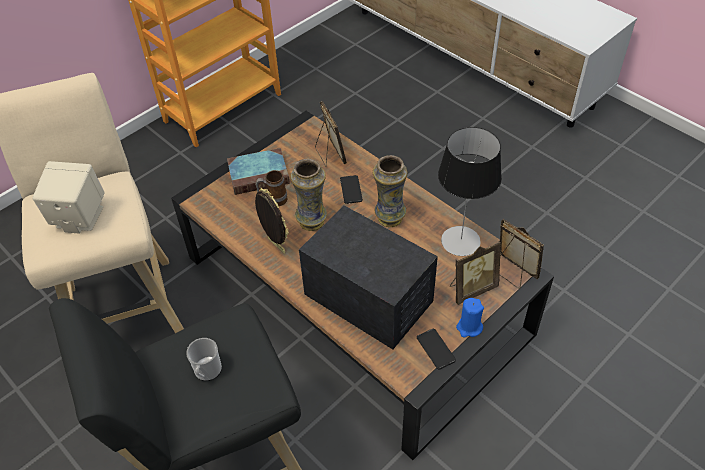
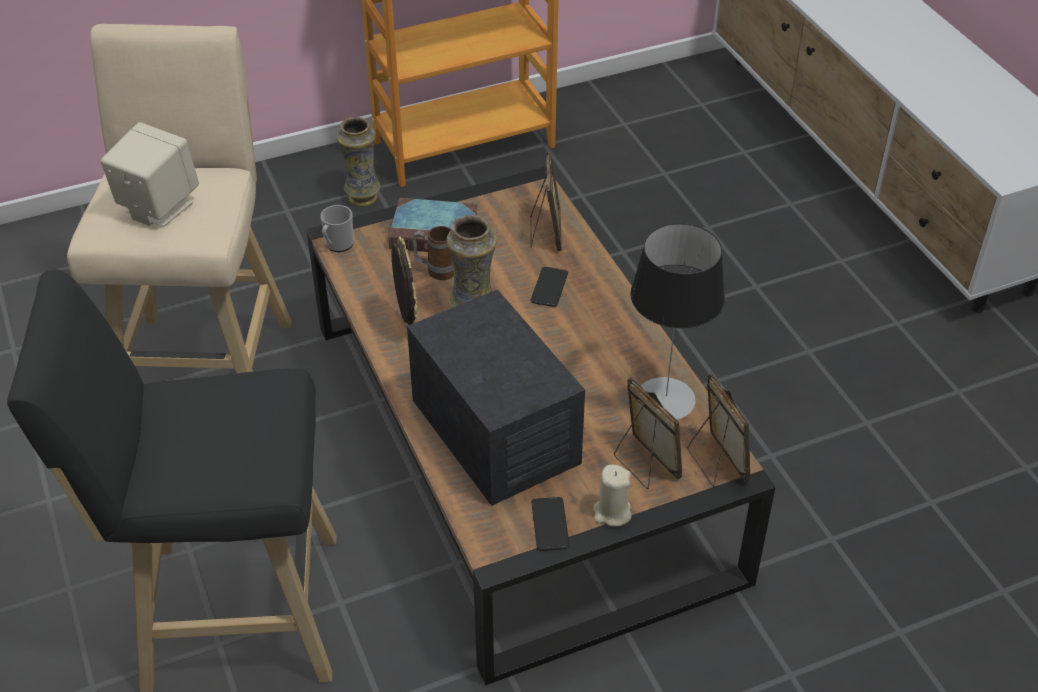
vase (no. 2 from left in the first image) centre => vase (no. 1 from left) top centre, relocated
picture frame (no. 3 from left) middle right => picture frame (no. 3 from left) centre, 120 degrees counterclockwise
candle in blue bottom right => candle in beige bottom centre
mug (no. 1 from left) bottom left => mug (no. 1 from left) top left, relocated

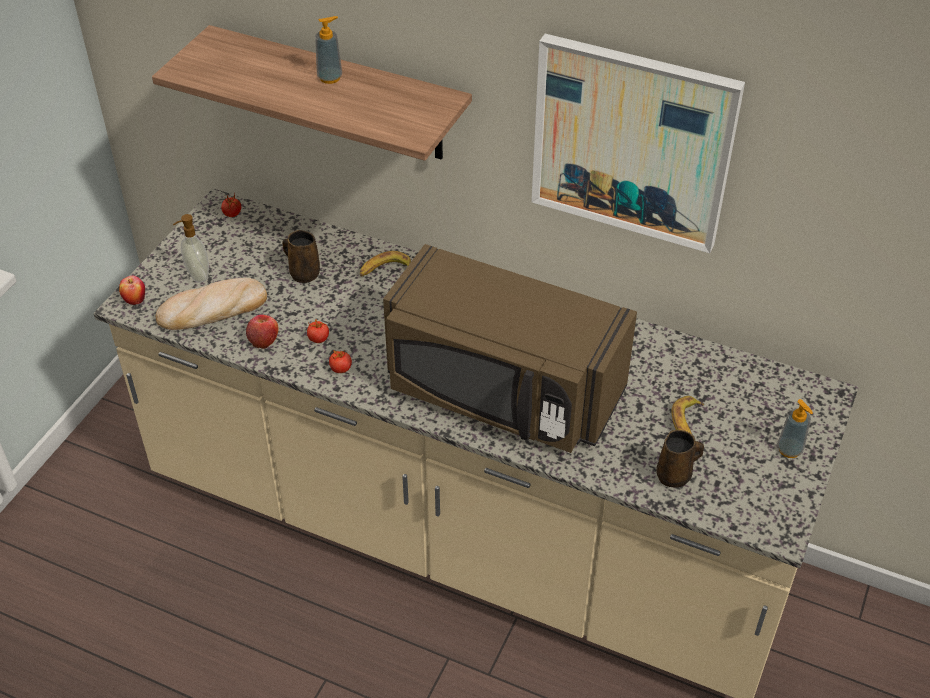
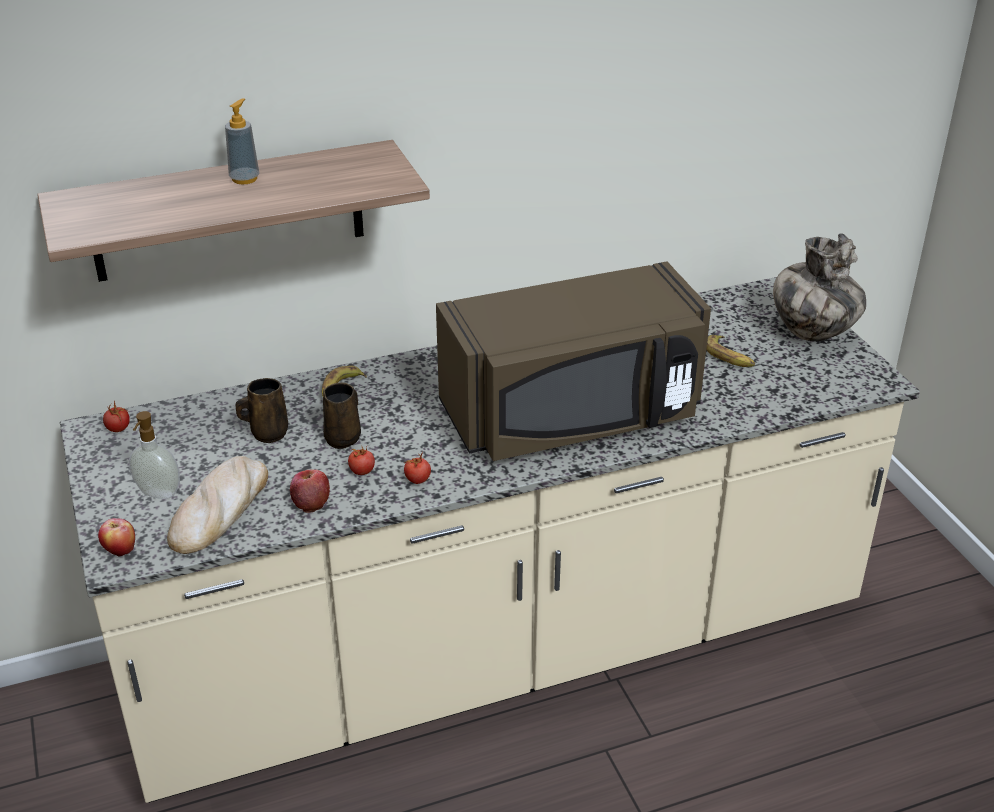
picture top right => nothing
soap dispenser (no. 3 from left) middle right => vase middle right
mug in brown (no. 2 from left) middle right => mug in brown (no. 2 from left) centre, relocated

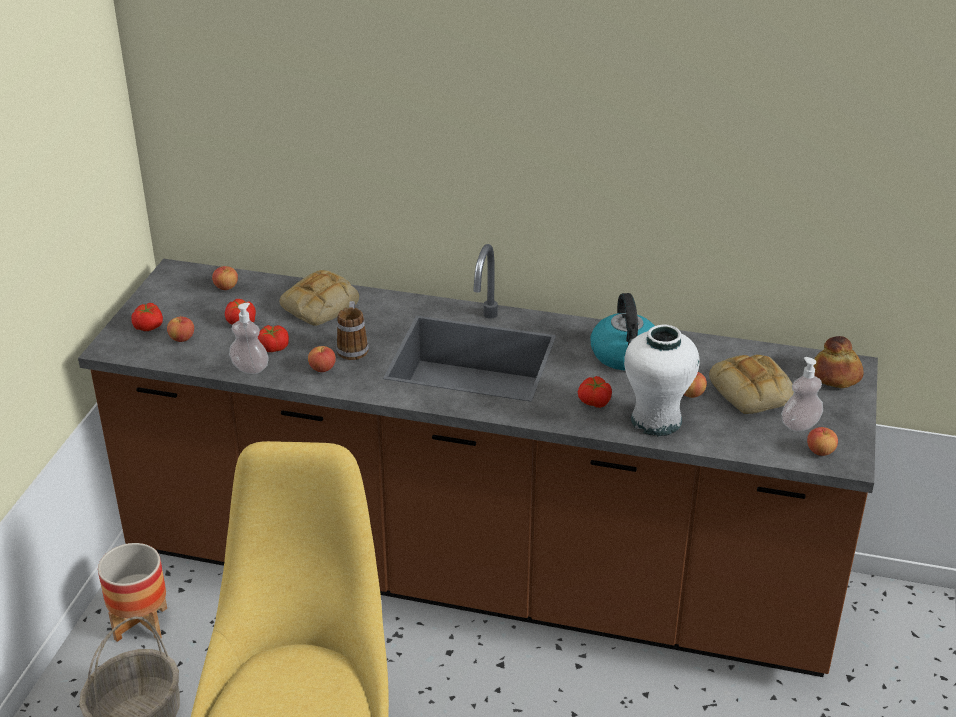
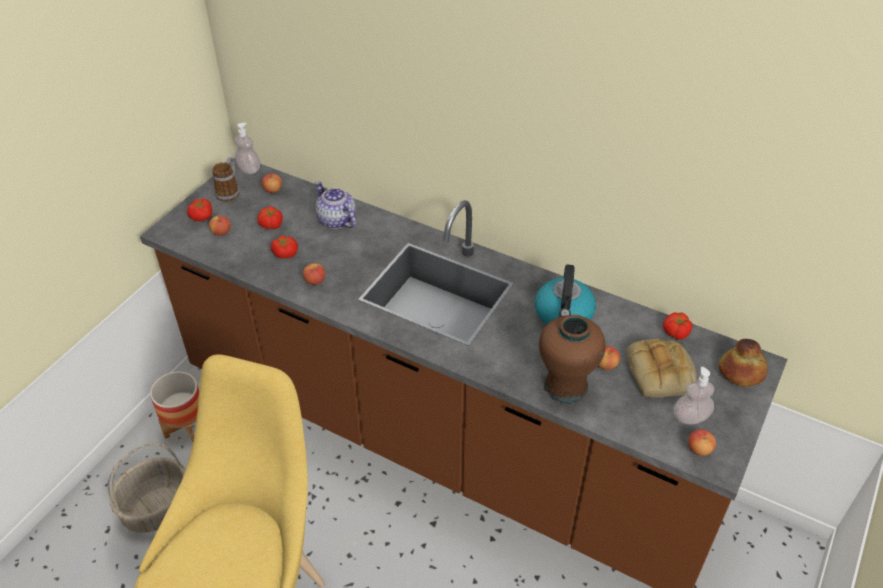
bread (no. 1 from left) centre => teapot centre
mug centre => mug top left, relocated
soap dispenser (no. 1 from left) middle left => soap dispenser (no. 1 from left) top left, relocated
vase in white middle right => vase in brown centre
tomato (no. 4 from left) centre => tomato (no. 4 from left) middle right, relocated

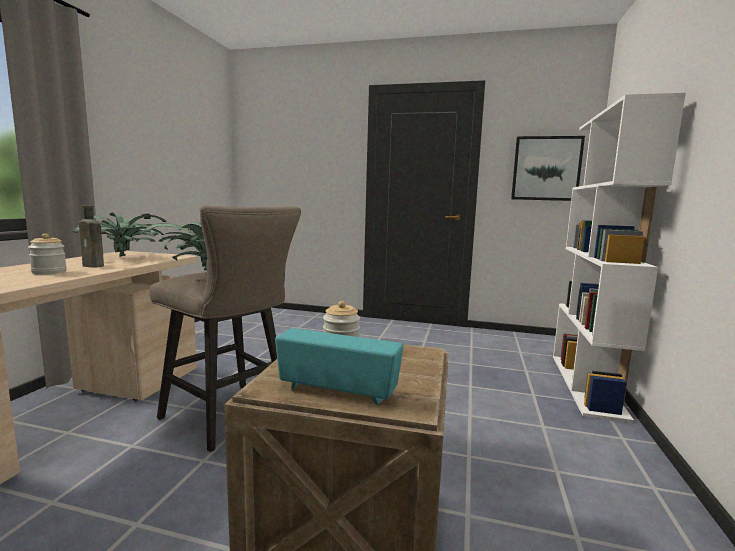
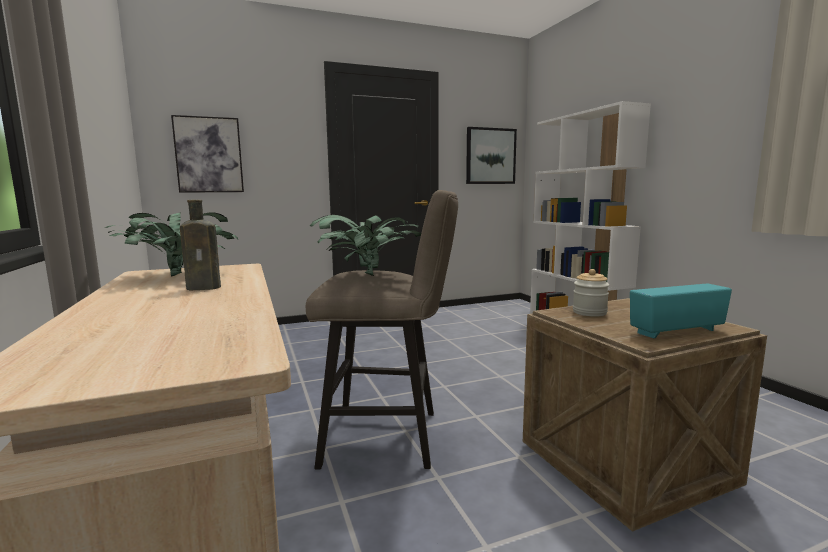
jar (no. 1 from left) middle left => nothing
nothing => picture (no. 1 from left) top left

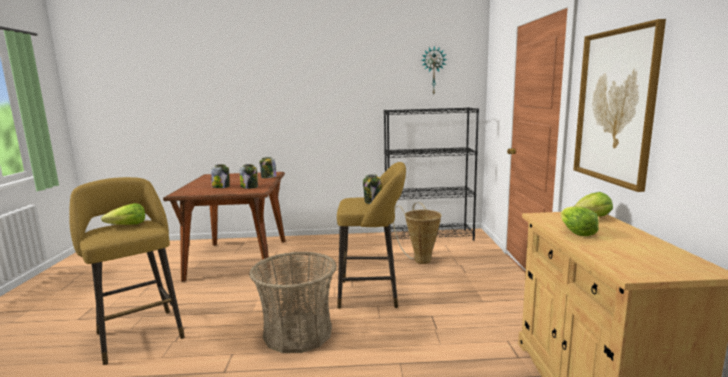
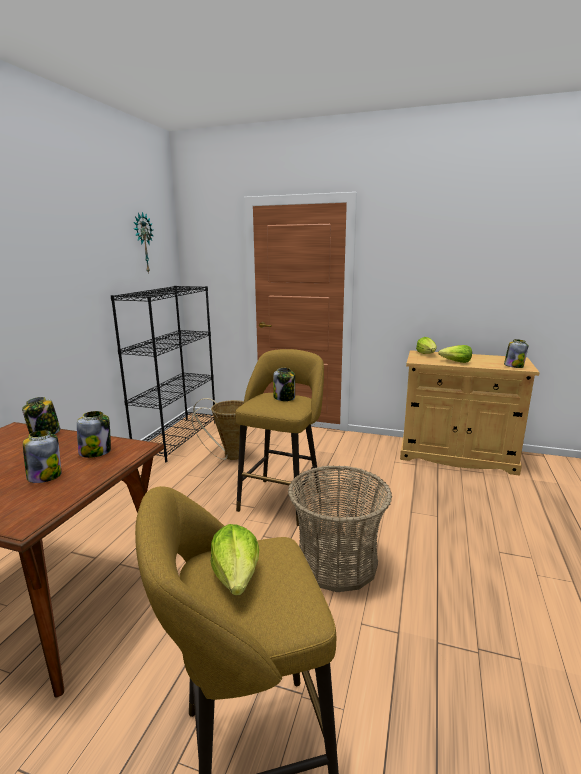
picture top right => nothing
nothing => jar (no. 5 from left) middle right

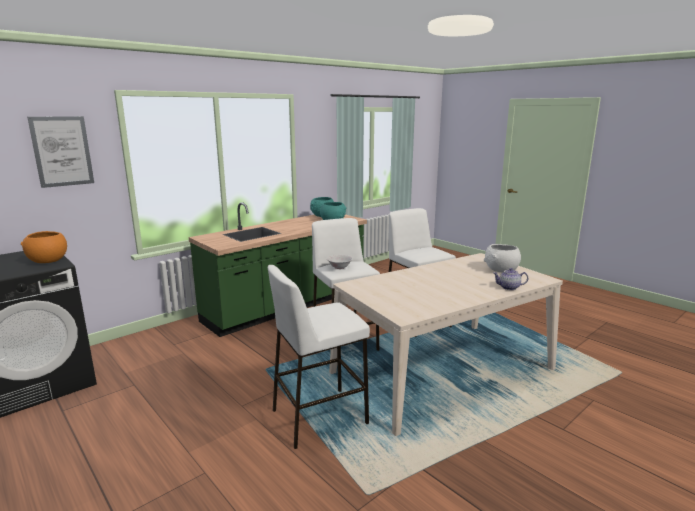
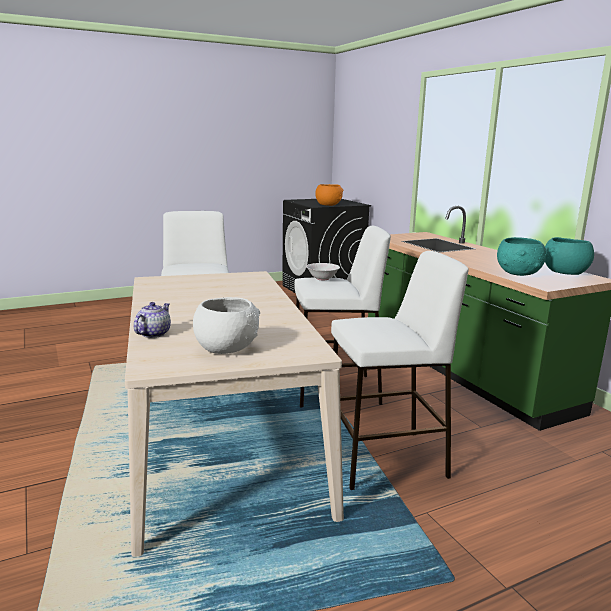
picture top left => nothing

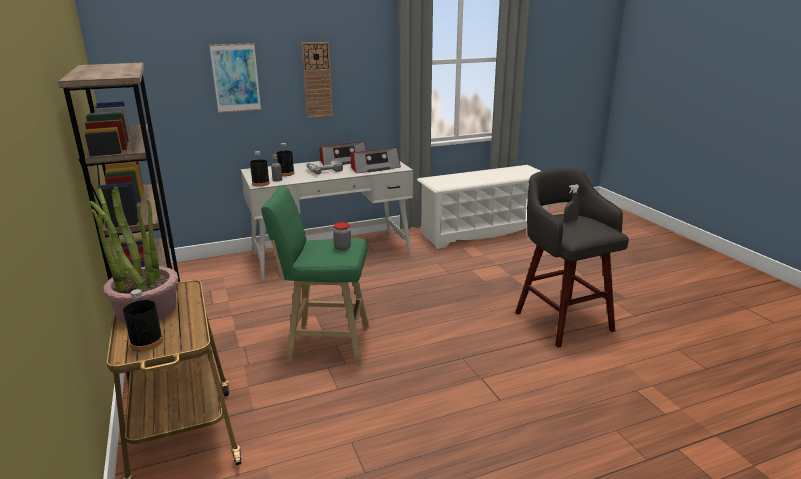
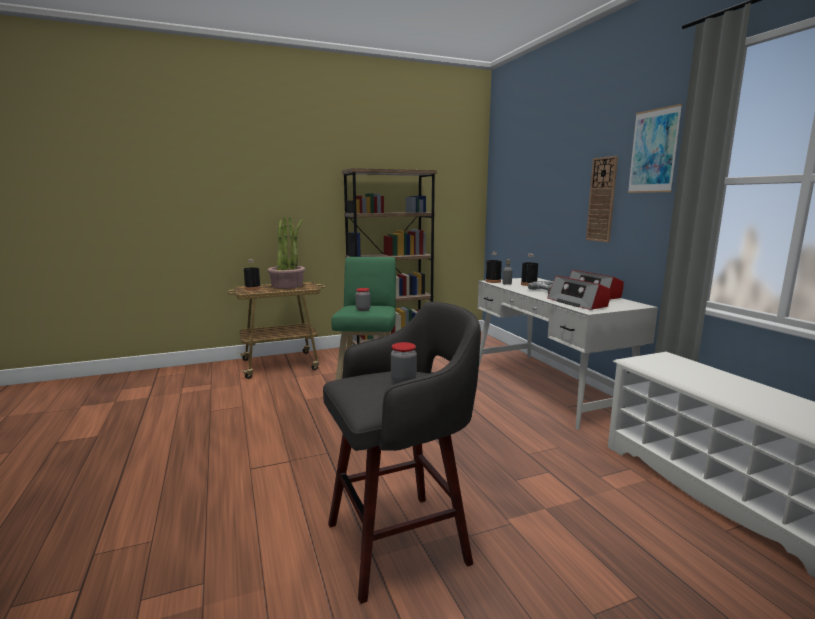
picture top left => picture top right, relocated
spray bottle in grey middle right => jar (no. 2 from left) centre

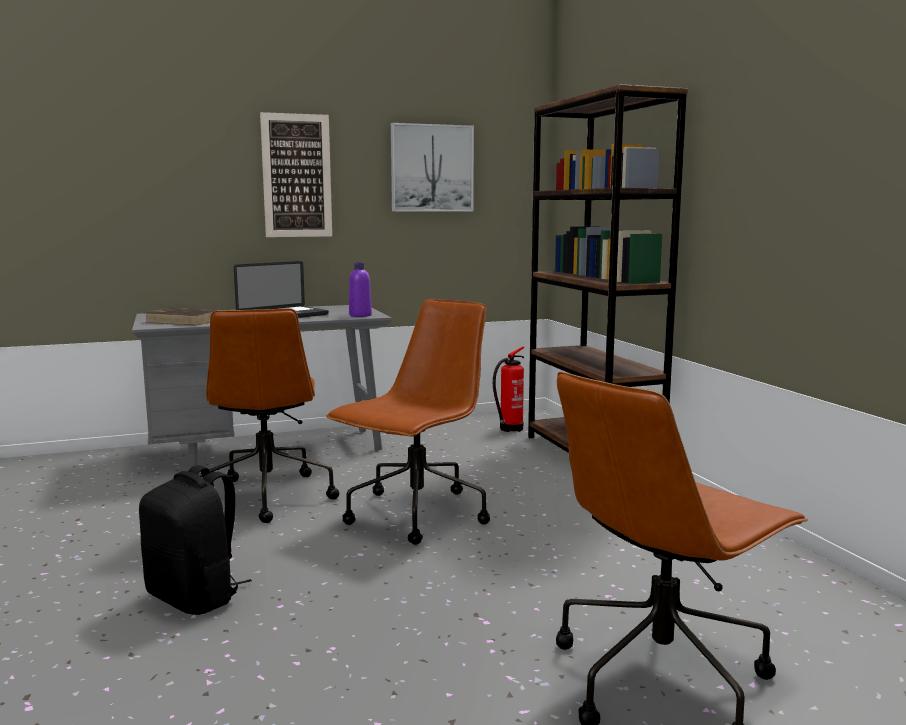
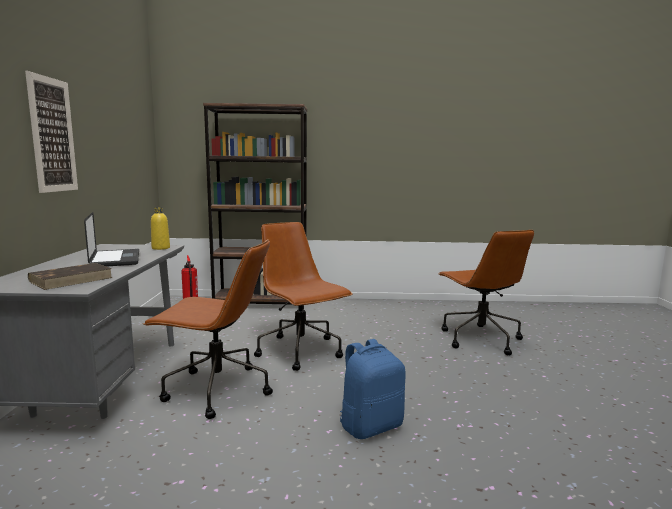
picture (no. 2 from left) top centre => nothing
bottle in purple centre => bottle in yellow middle left
backpack in black bottom left => backpack in blue bottom centre

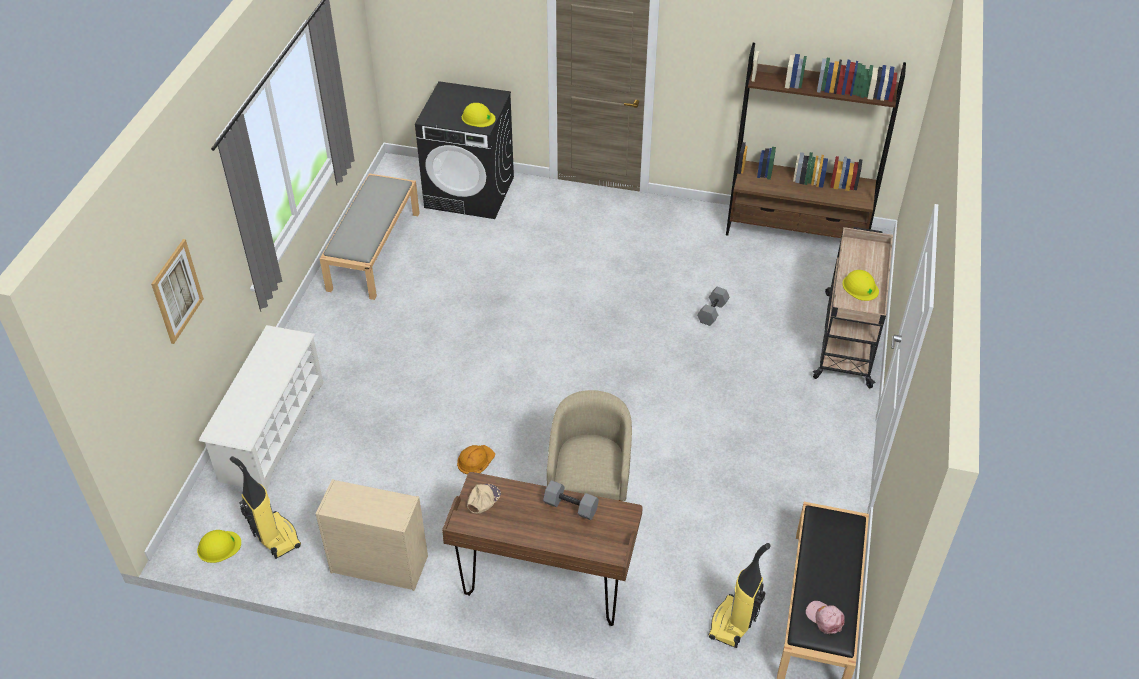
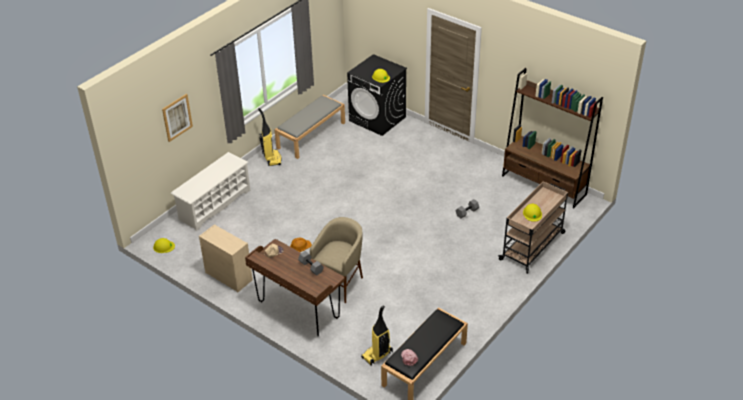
vacuum cleaner (no. 1 from left) bottom left => vacuum cleaner (no. 1 from left) centre, relocated

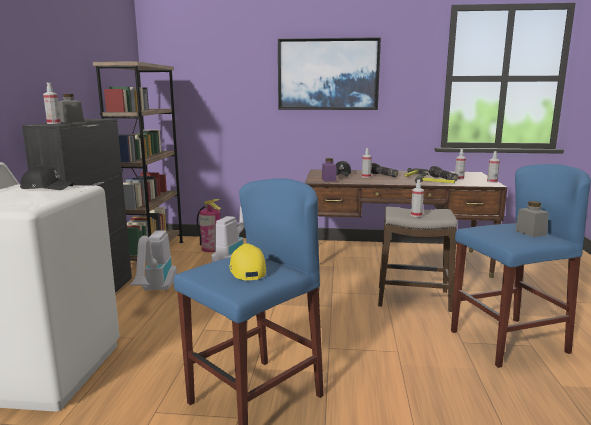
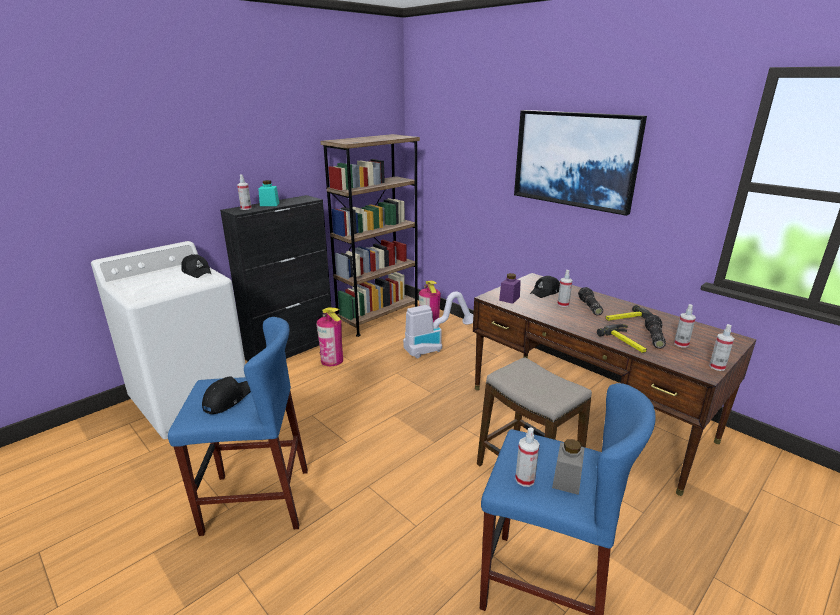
jar in grey (no. 1 from left) top left => jar in turquoise top left
spray bottle (no. 3 from left in the first image) middle right => spray bottle (no. 2 from left) bottom centre, relocated
vacuum cleaner (no. 1 from left) middle left => fire extinguisher (no. 1 from left) centre
cap in yellow centre => cap in black (no. 2 from left) middle left

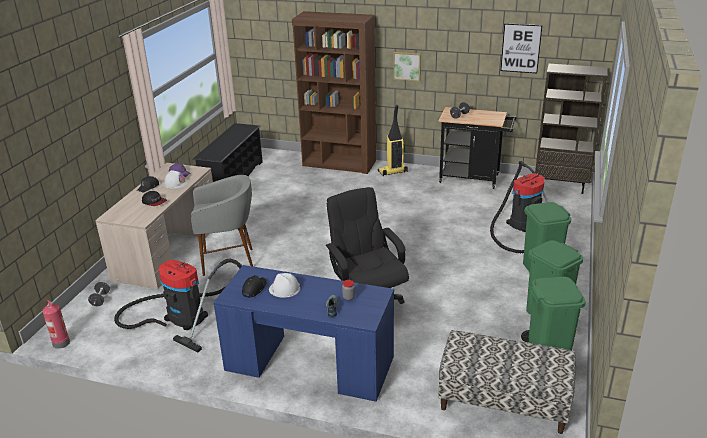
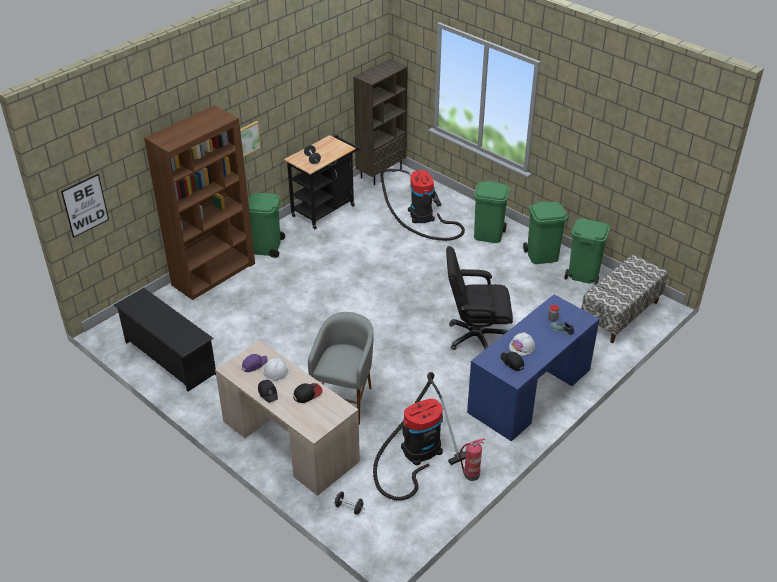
picture (no. 2 from left in the first image) top right => picture (no. 1 from left) middle left, relocated
vacuum cleaner (no. 2 from left) top centre => trash can in green (no. 1 from left) centre
fire extinguisher bottom left => fire extinguisher bottom centre, relocated

